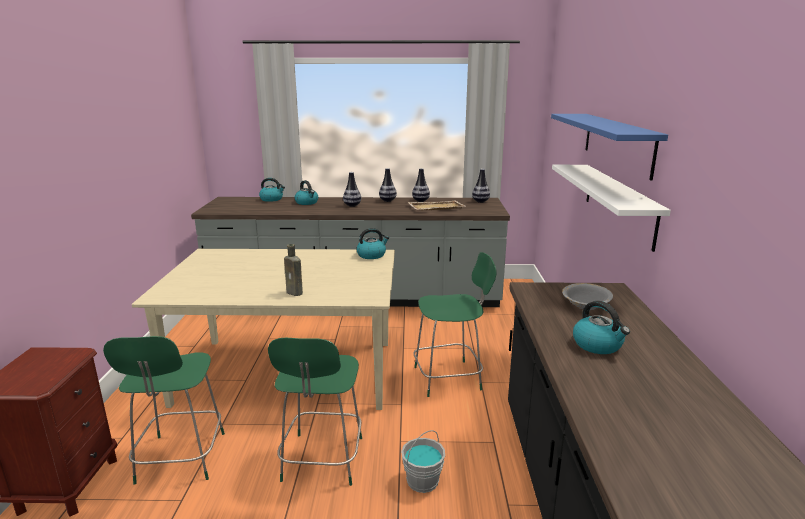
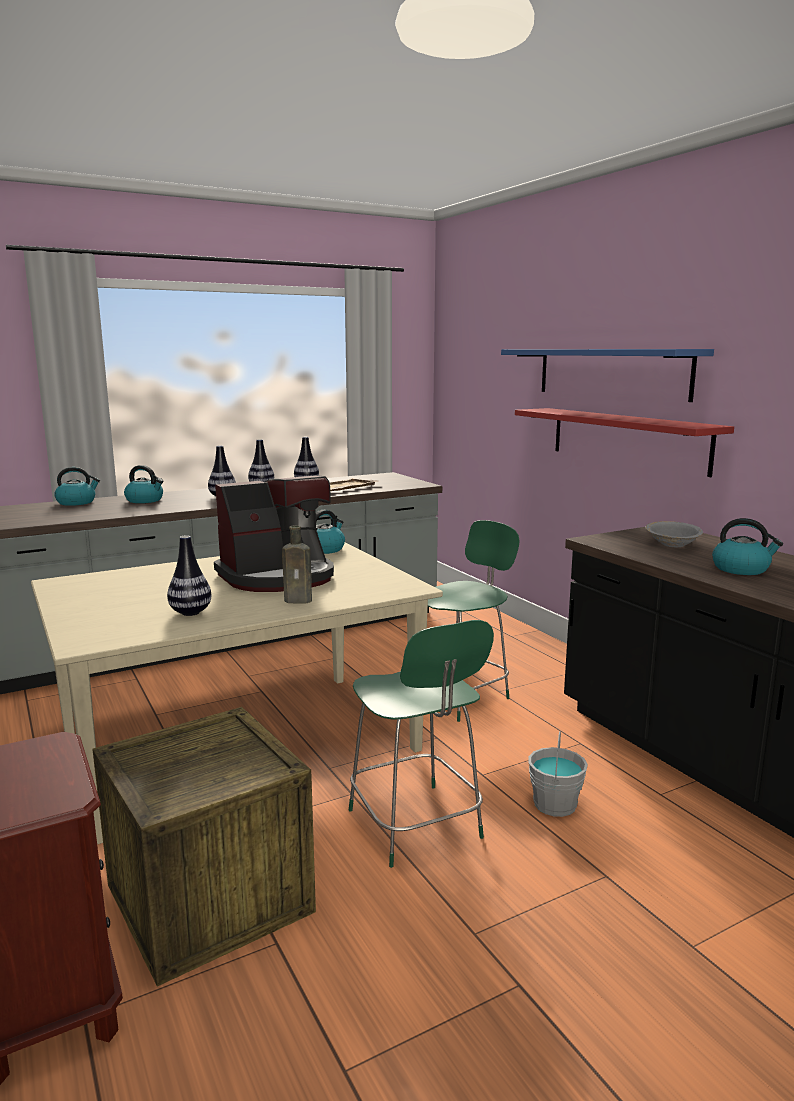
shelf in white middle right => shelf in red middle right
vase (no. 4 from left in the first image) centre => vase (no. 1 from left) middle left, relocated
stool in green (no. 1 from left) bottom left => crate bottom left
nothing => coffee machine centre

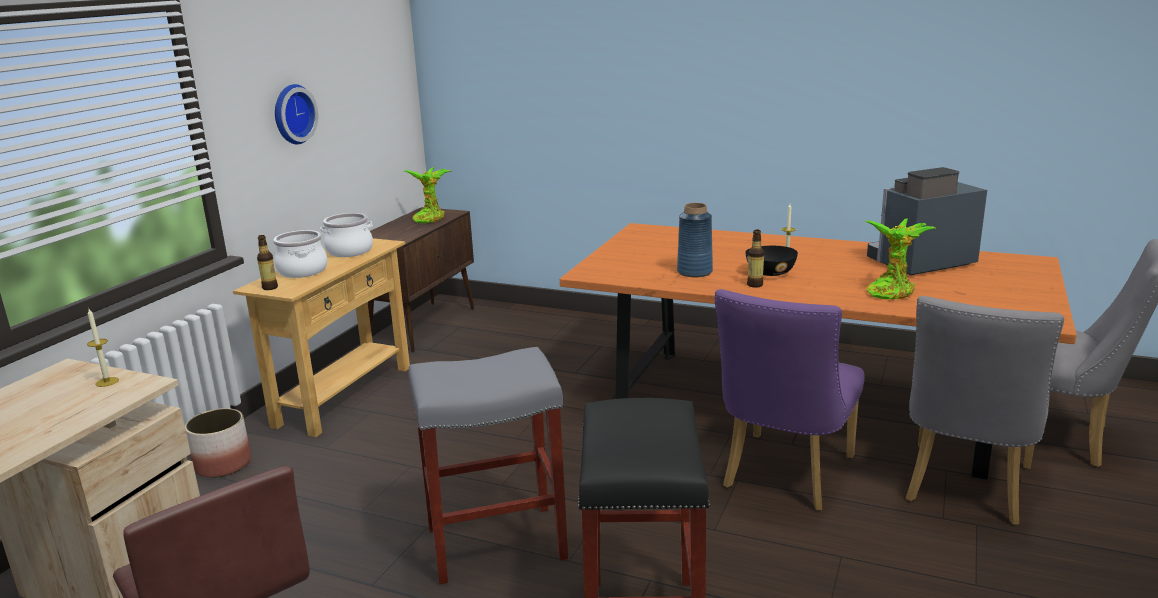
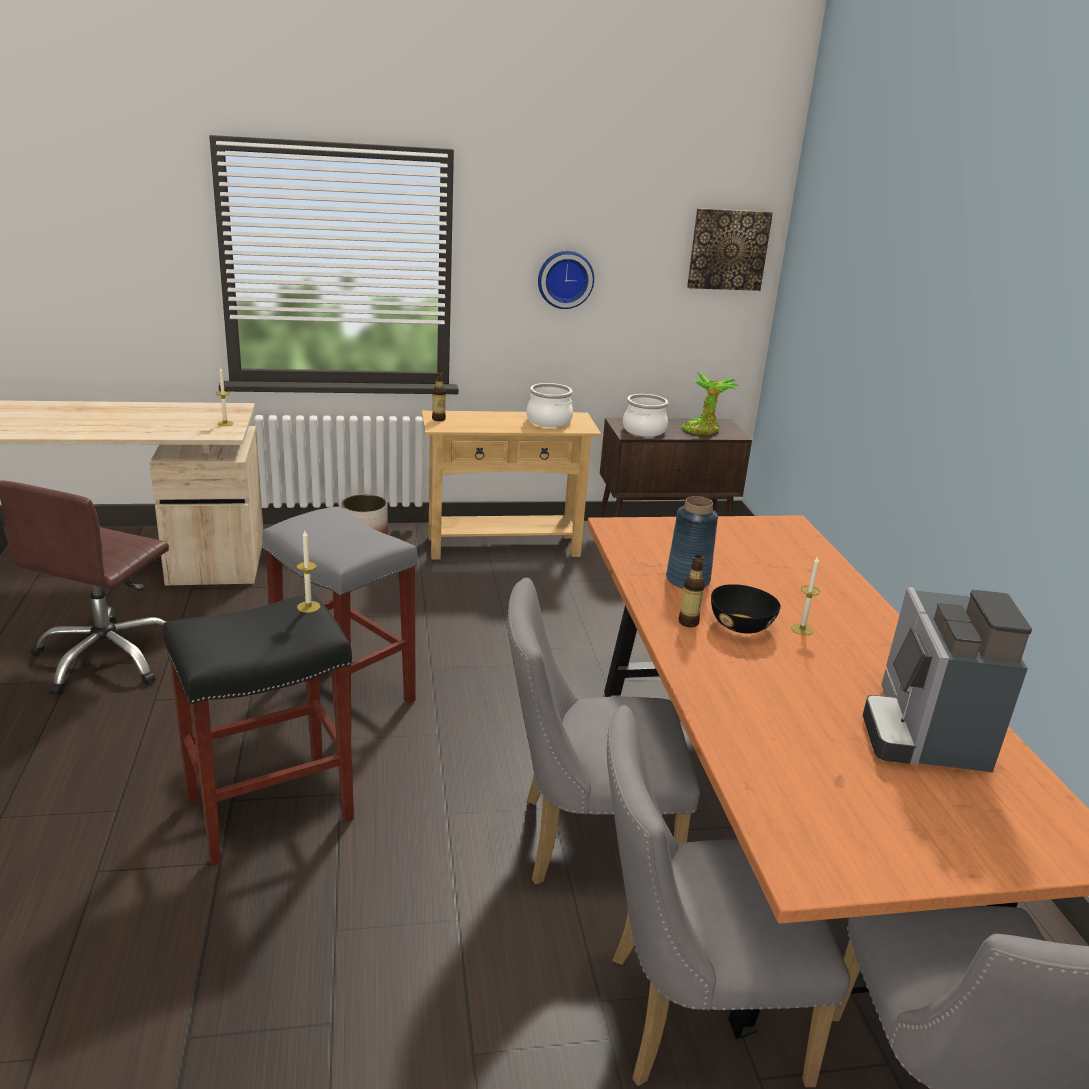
coffee machine middle right, 120 degrees counterclockwise
potted plant (no. 2 from left) middle right => nothing
cooking pot (no. 1 from left in the first image) middle left => cooking pot (no. 2 from left) centre, relocated
chair in purple bottom right => chair in grey (no. 1 from left) bottom centre
nothing => picture top right
nothing => candle (no. 2 from left) middle left

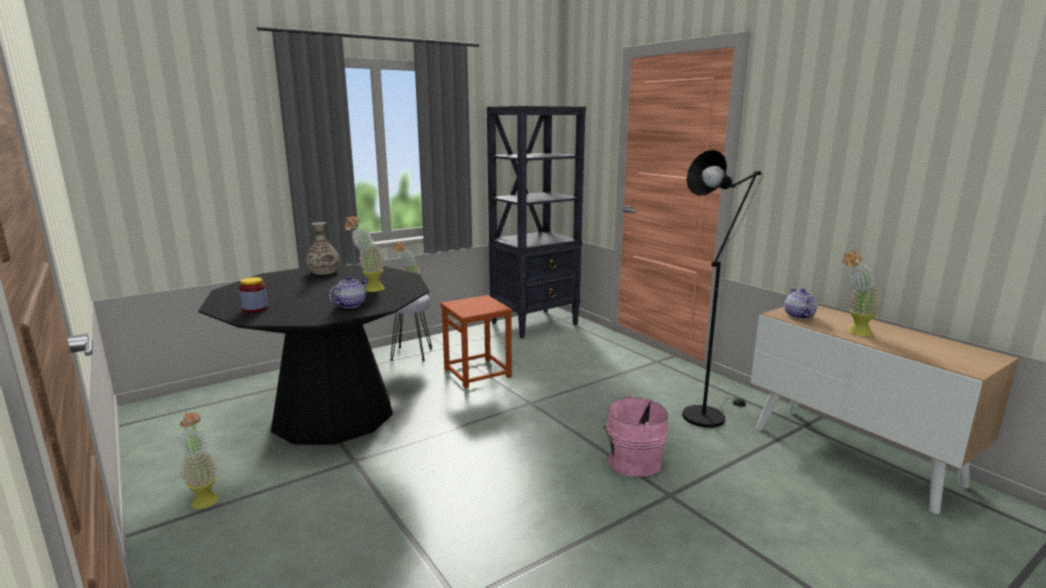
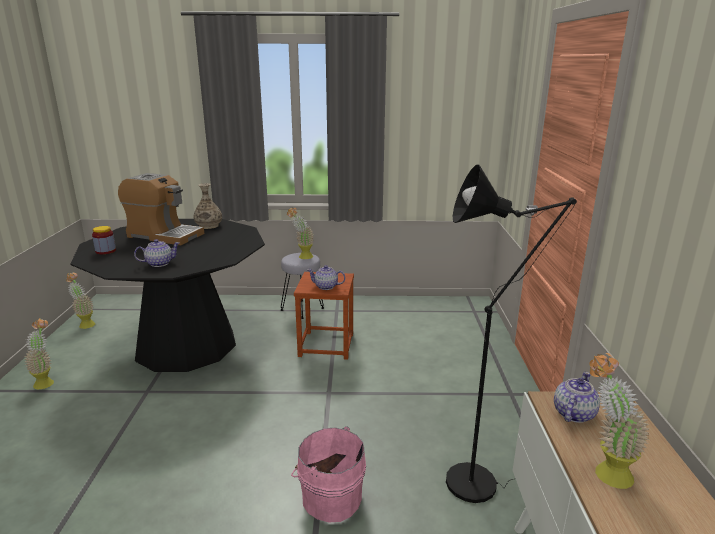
bookcase in black centre => nothing
potted plant (no. 2 from left) centre => potted plant (no. 2 from left) middle left, relocated
nothing => coffee machine middle left
nothing => teapot (no. 2 from left) centre

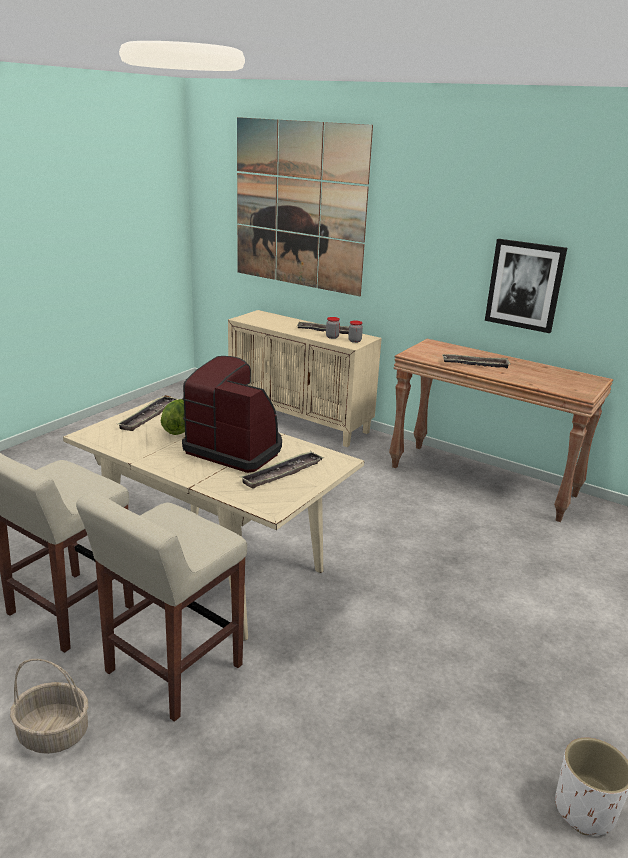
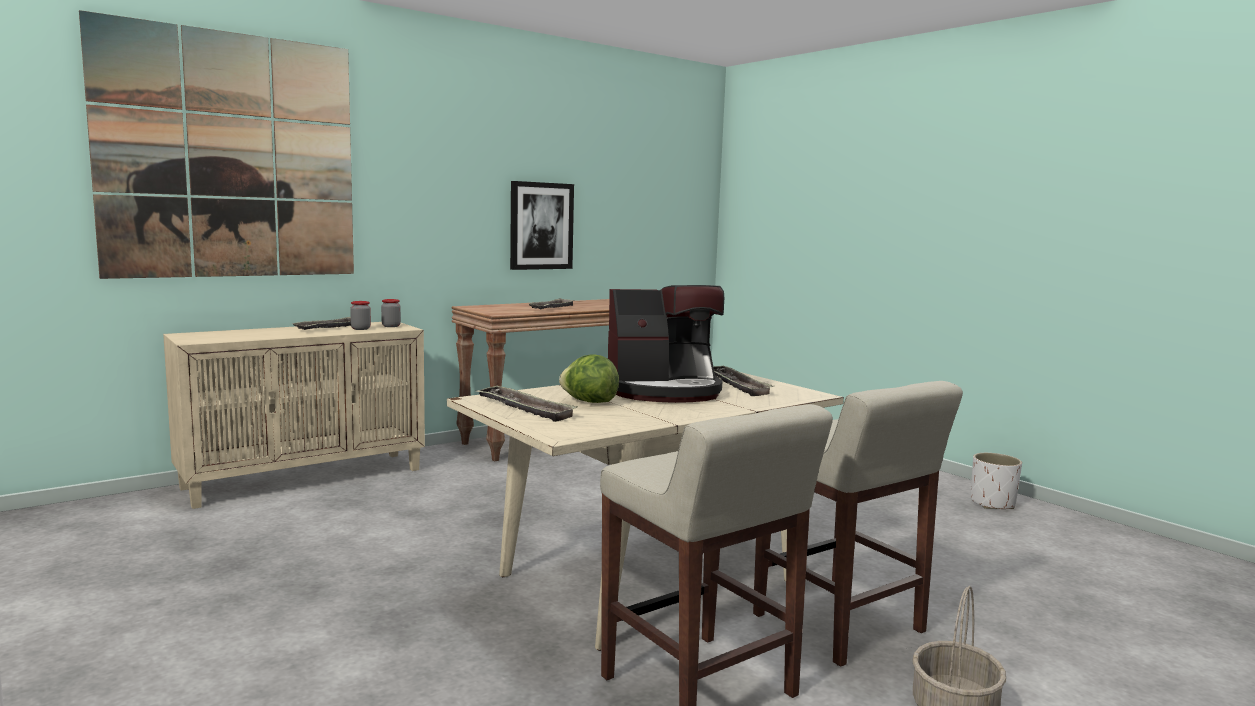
coffee machine centre, 150 degrees counterclockwise

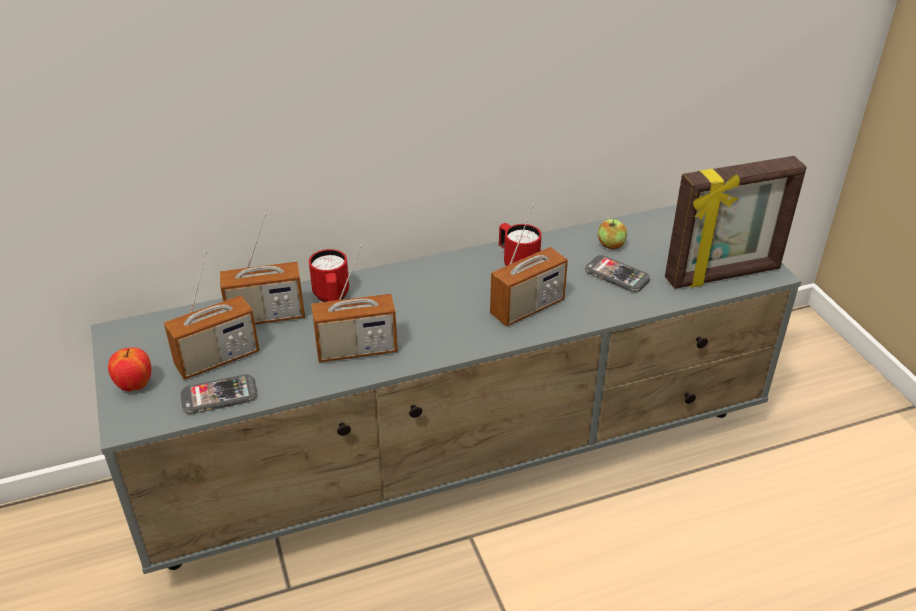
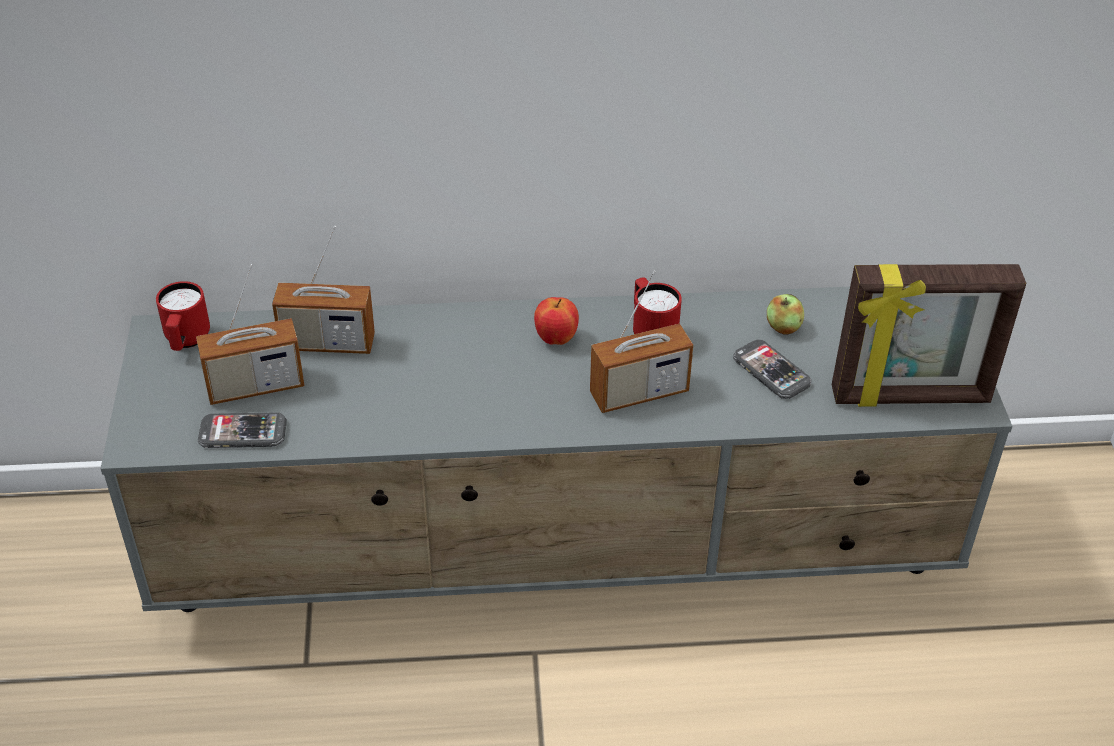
radio (no. 3 from left) centre => nothing
mug in red (no. 1 from left) centre => mug in red (no. 1 from left) middle left, relocated
apple (no. 1 from left) middle left => apple (no. 1 from left) centre, relocated

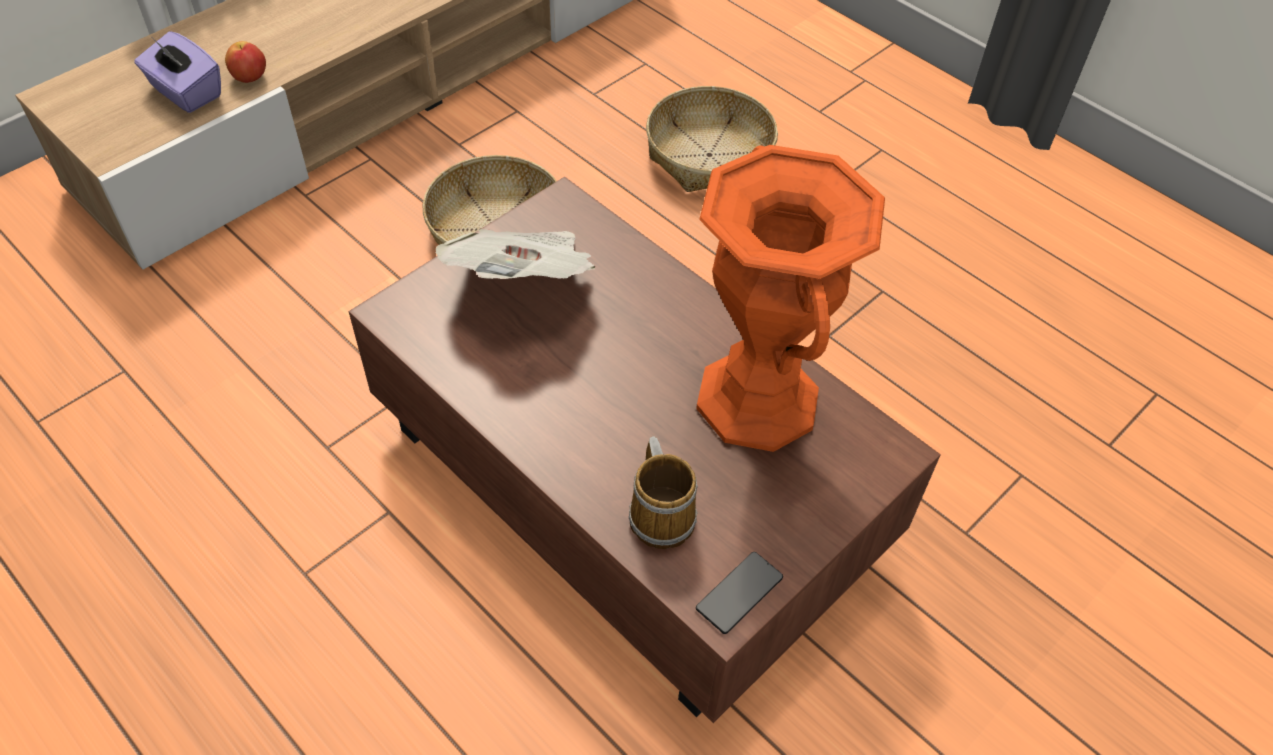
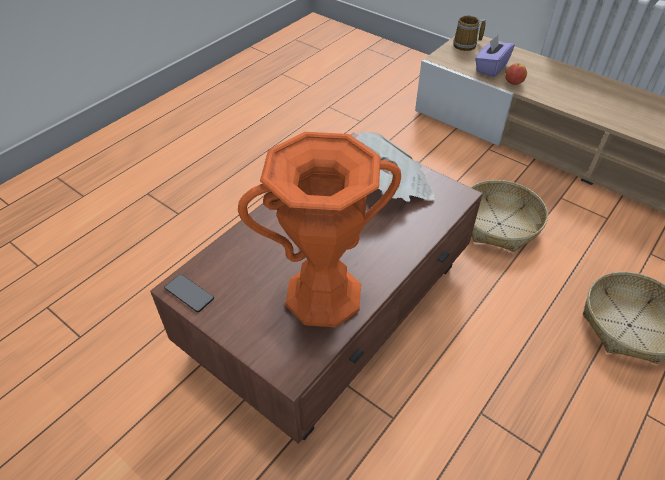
mug centre => mug top right, relocated

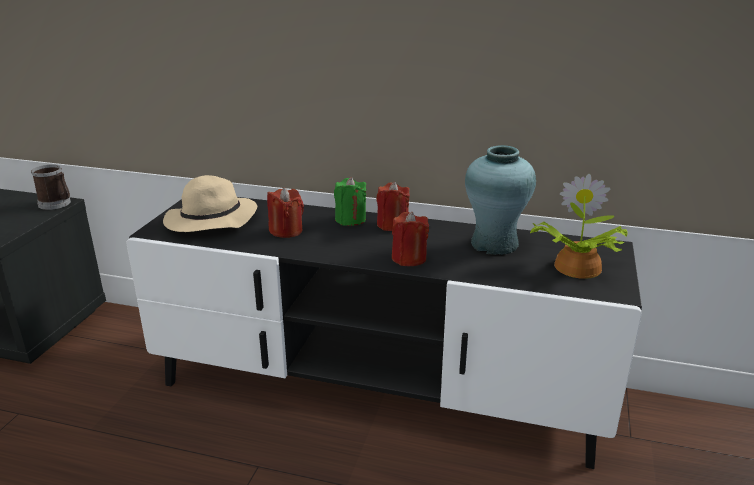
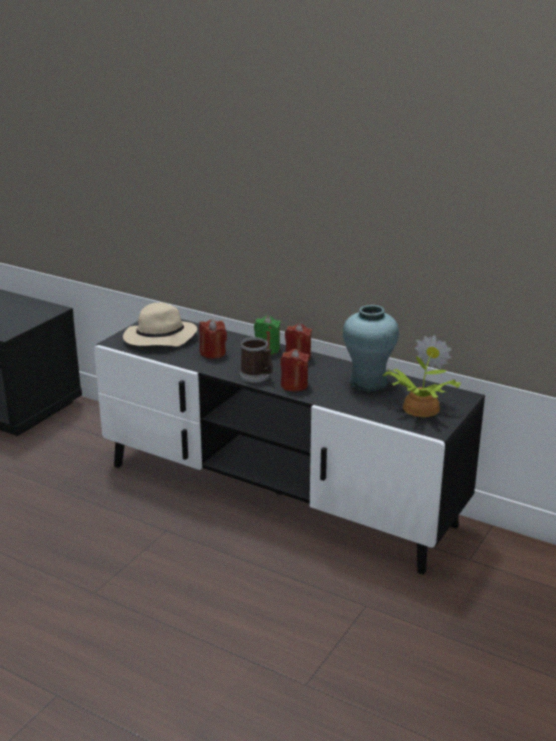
mug middle left => mug centre, relocated

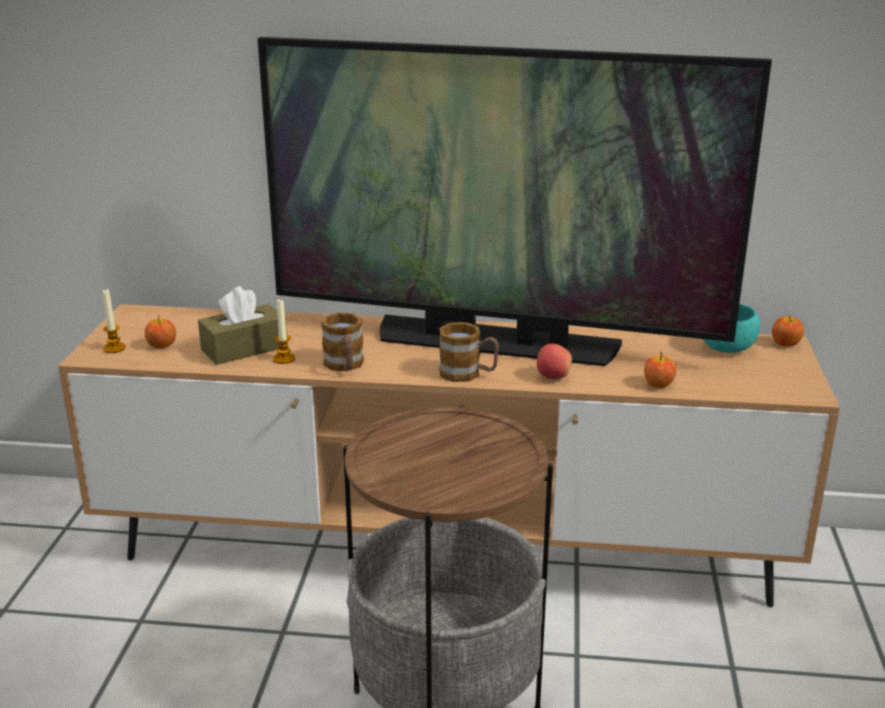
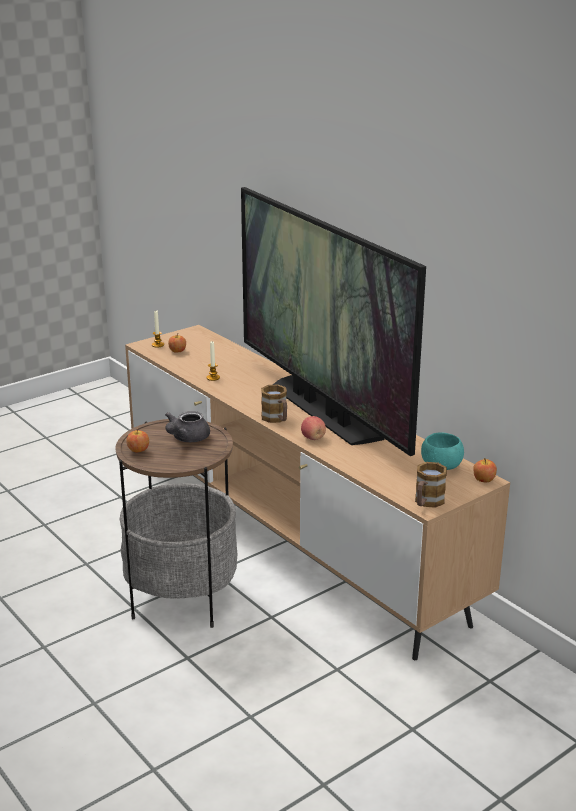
tissue box in brown middle left => nothing
mug (no. 1 from left in the first image) centre => mug (no. 2 from left) middle right, relocated
apple (no. 3 from left in the first image) middle right => apple (no. 1 from left) middle left, relocated
nothing => teapot in grey middle left

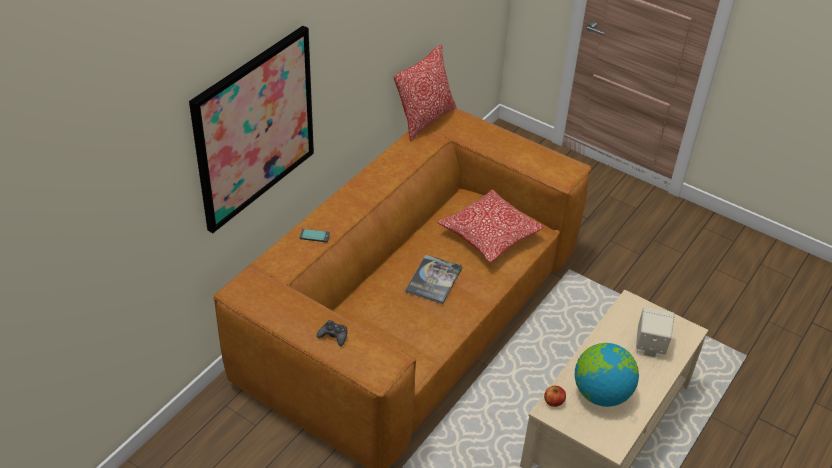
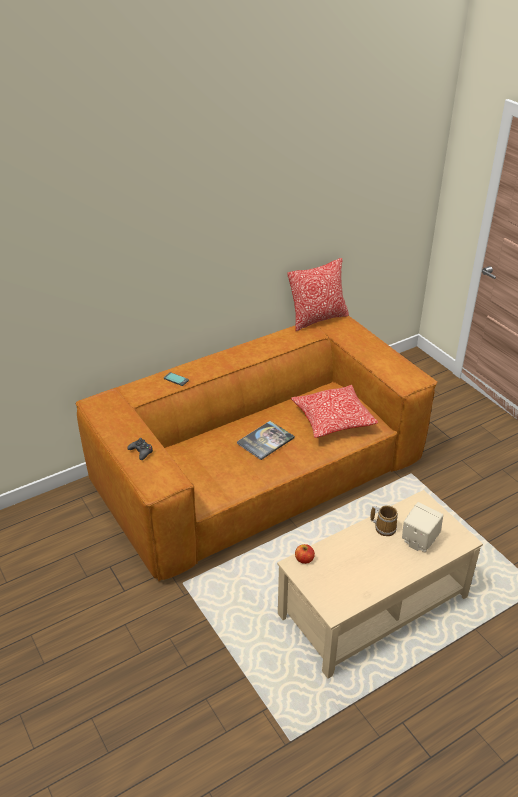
picture top left => nothing
globe bottom right => nothing
nothing => mug middle right

